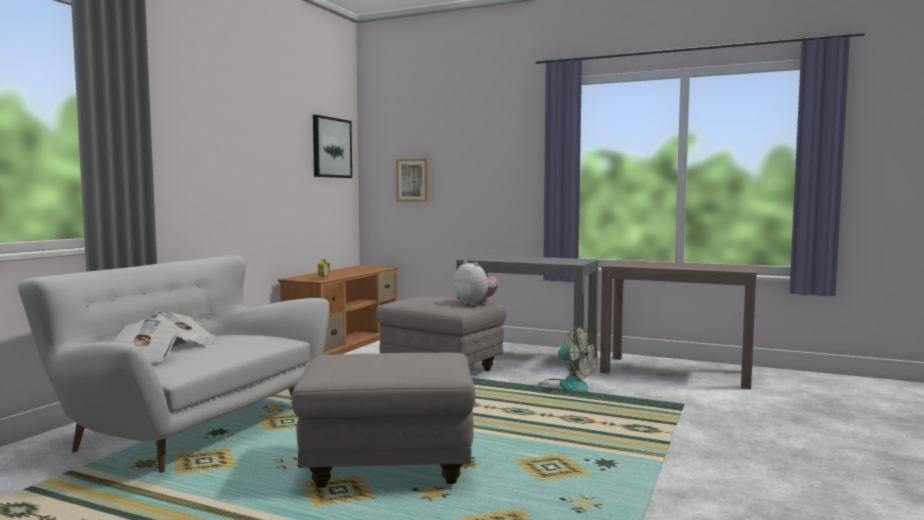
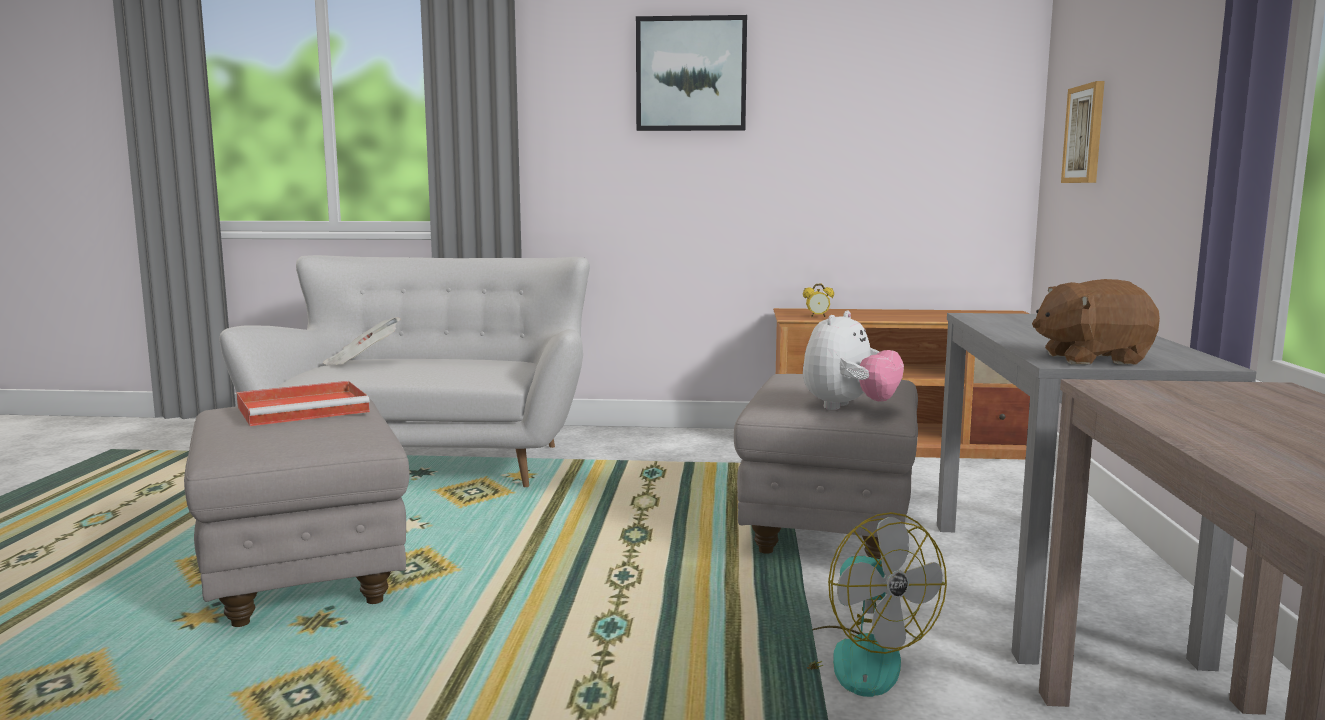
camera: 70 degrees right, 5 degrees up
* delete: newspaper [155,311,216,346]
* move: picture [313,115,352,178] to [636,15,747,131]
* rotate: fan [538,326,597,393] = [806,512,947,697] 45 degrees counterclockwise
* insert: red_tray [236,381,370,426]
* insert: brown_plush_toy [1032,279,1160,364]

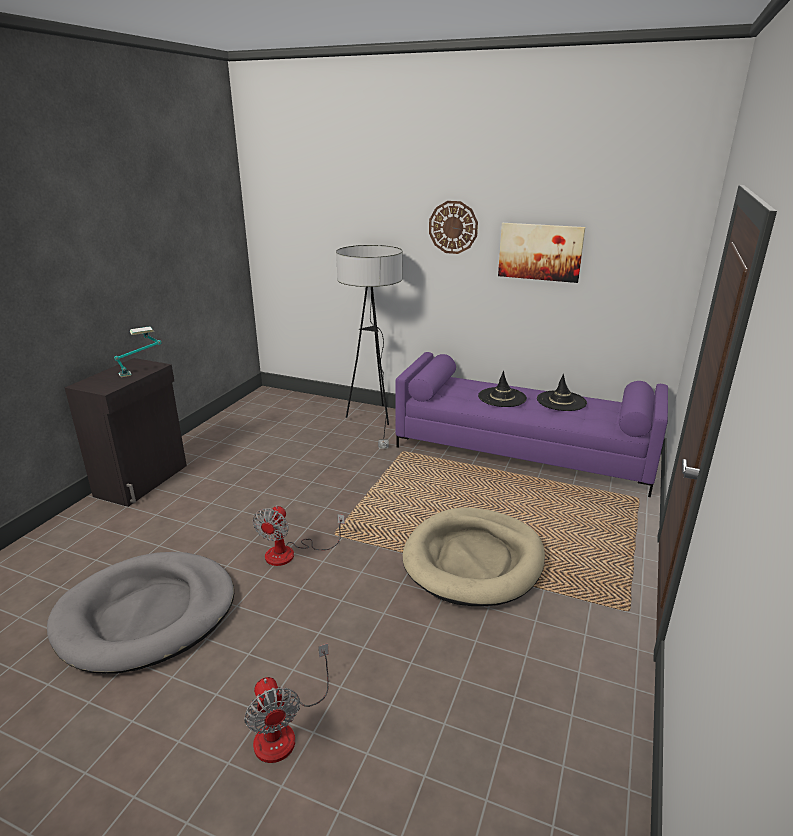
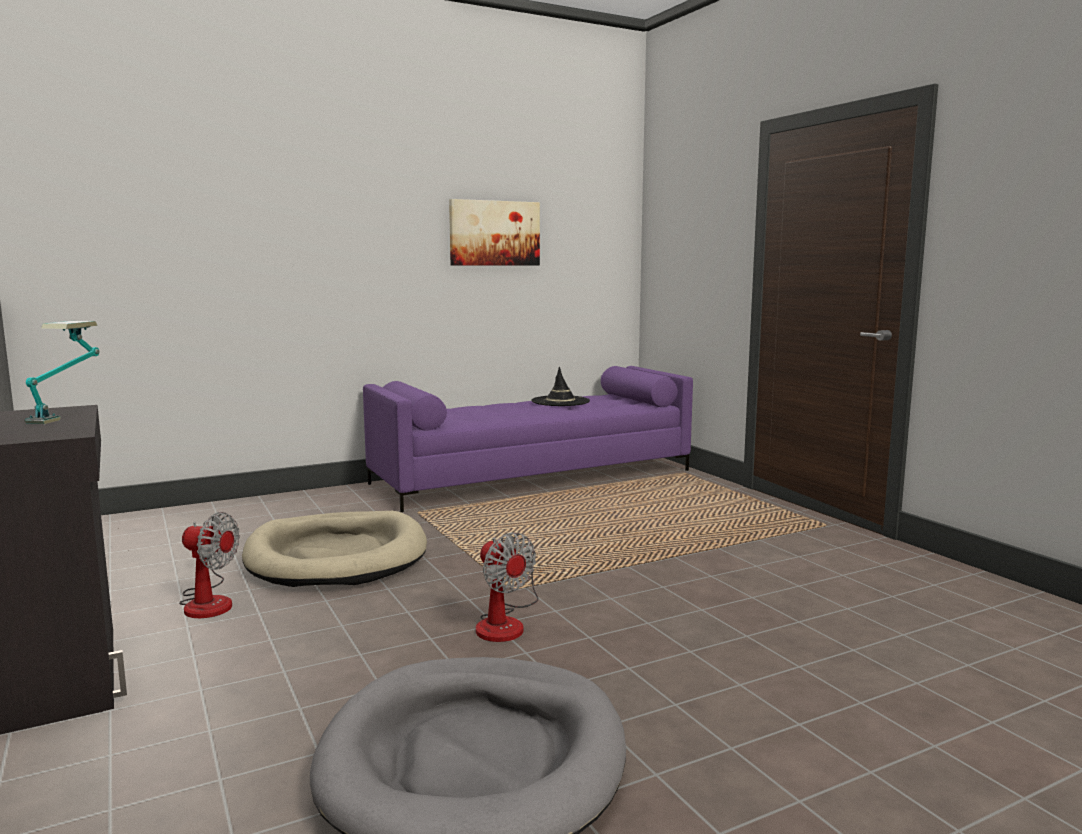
camera: 50 degrees left, 15 degrees down
* move: fan [244,643,329,763] to [179,512,240,618]
* delete: floor_lamp [336,245,402,449]
* move: beige_dog_bed [403,507,545,606] to [242,511,427,587]
* delete: wall_clock [429,201,478,254]
* delete: black_hat [478,371,527,407]

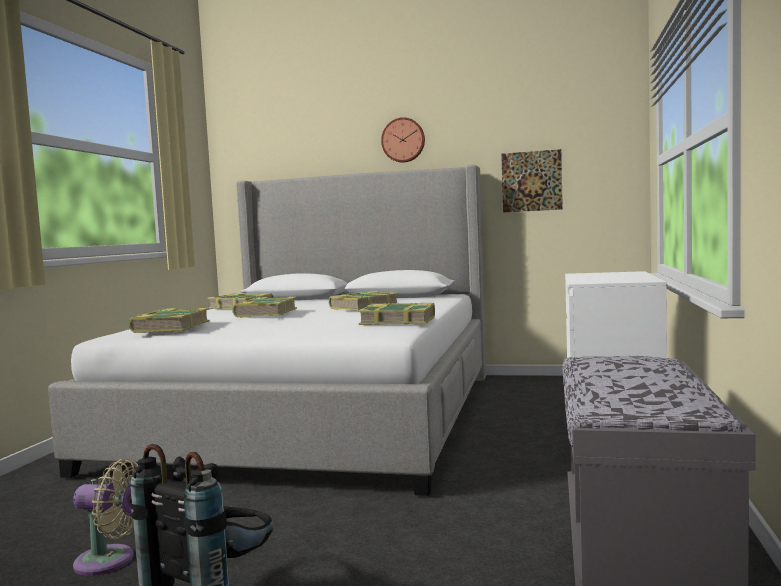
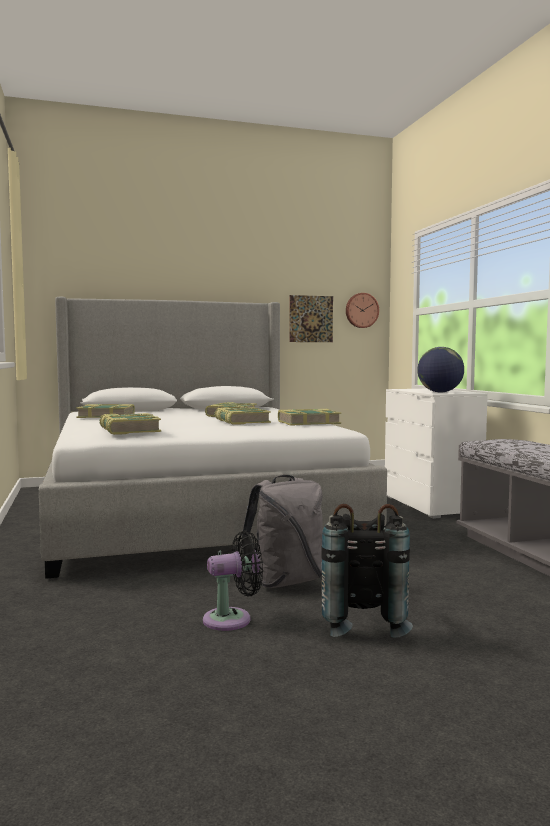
camera: 30 degrees left, 0 degrees up
* recolor: beige_fan [73,459,138,576] to black_fan [203,530,263,631]
* move: book [232,297,297,318] to [215,407,271,425]
* move: wall_clock [381,117,425,163] to [346,293,379,328]
* insert: grey_backpack [240,475,323,588]
* insert: globe [417,347,464,392]

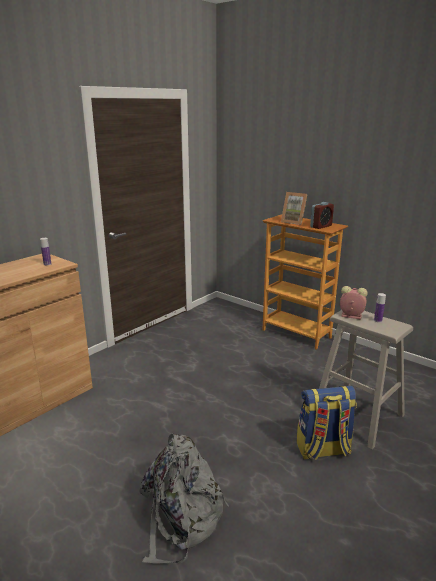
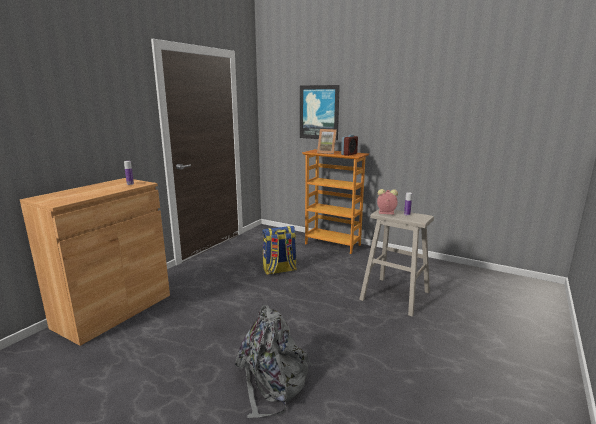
camera: 10 degrees left, 5 degrees down
* move: backpack [297,386,357,460] to [262,226,297,275]
* insert: picture [300,85,340,140]

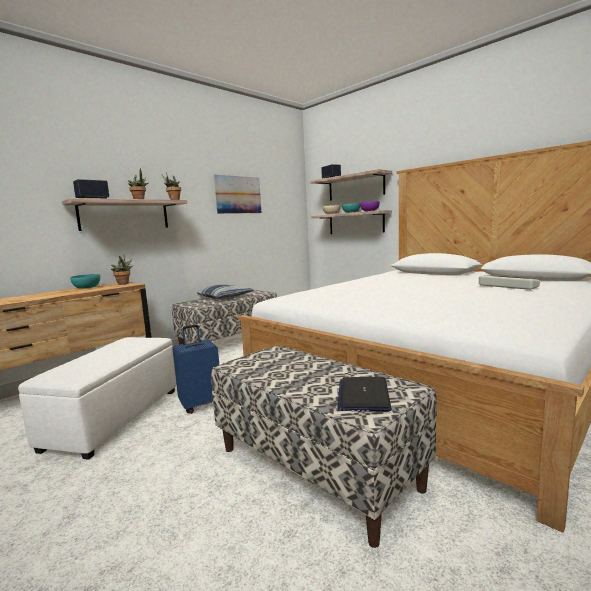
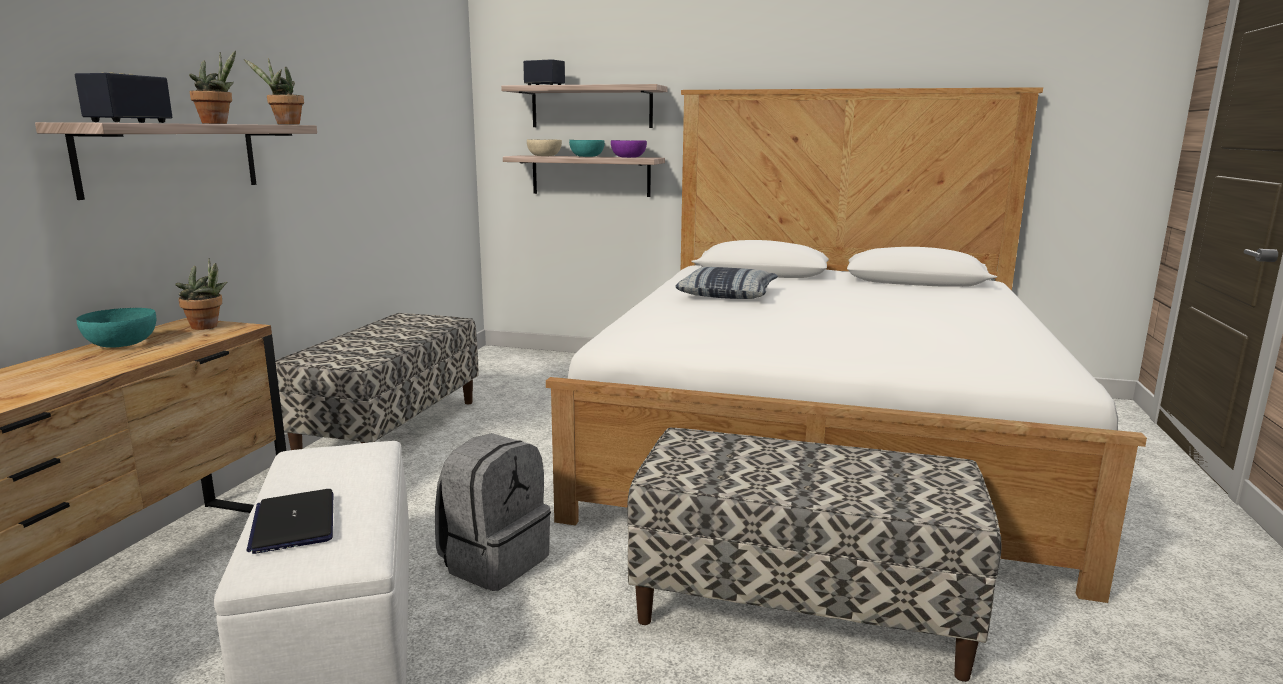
camera: 30 degrees left, 5 degrees up
* replace: blue_suitcase [172,325,219,414] to grey_backpack [435,433,551,591]
* move: pillow [197,285,254,300] to [675,267,778,299]
* delete: picture [214,175,261,214]
* move: laptop [338,377,392,412] to [247,489,333,554]
* delete: keyboard [479,275,540,290]

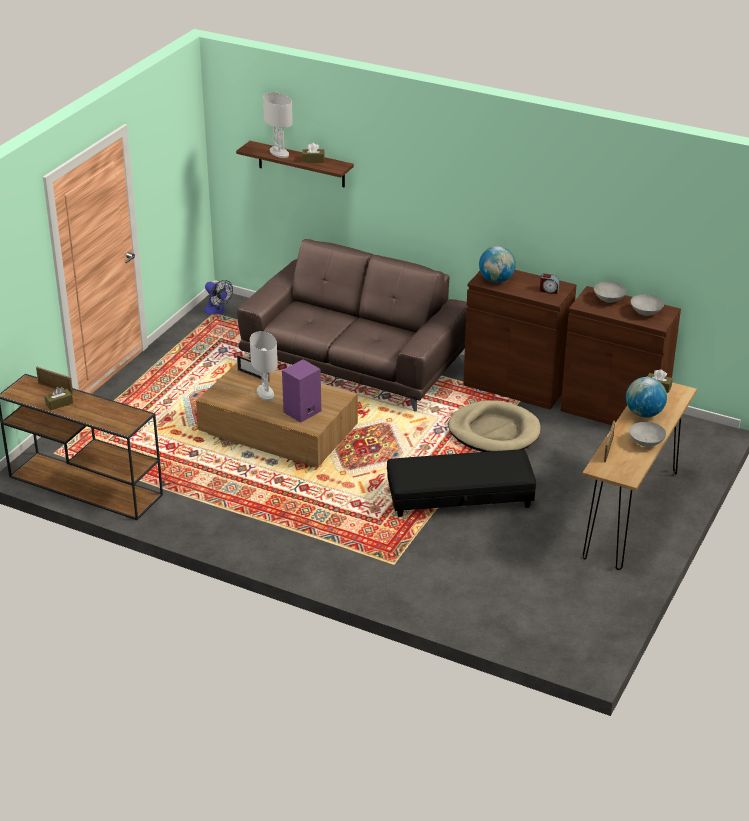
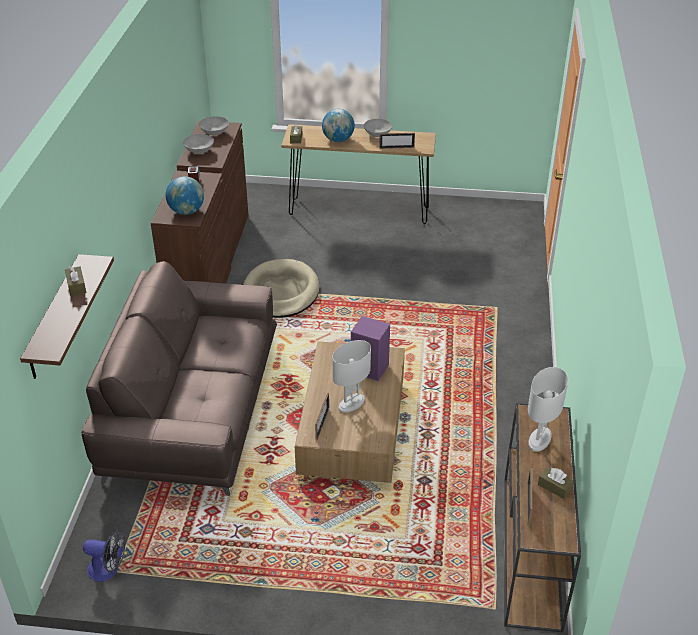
camera: 110 degrees left, 5 degrees up
* rotate: fan [204,280,233,315] = [83,530,125,582] 75 degrees clockwise
* move: white_table_lamp [263,92,293,158] to [528,367,568,452]
* delete: black_ottoman [387,450,536,517]

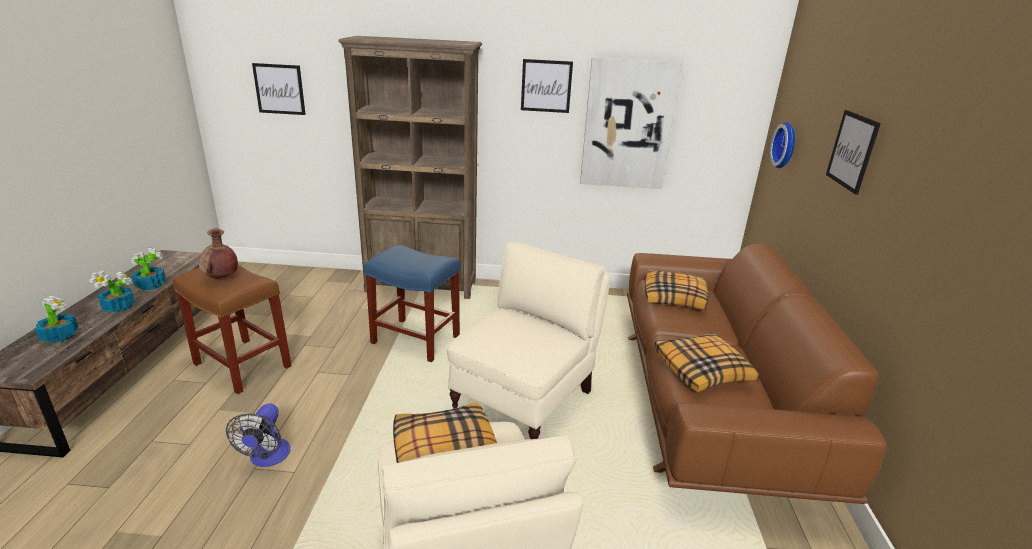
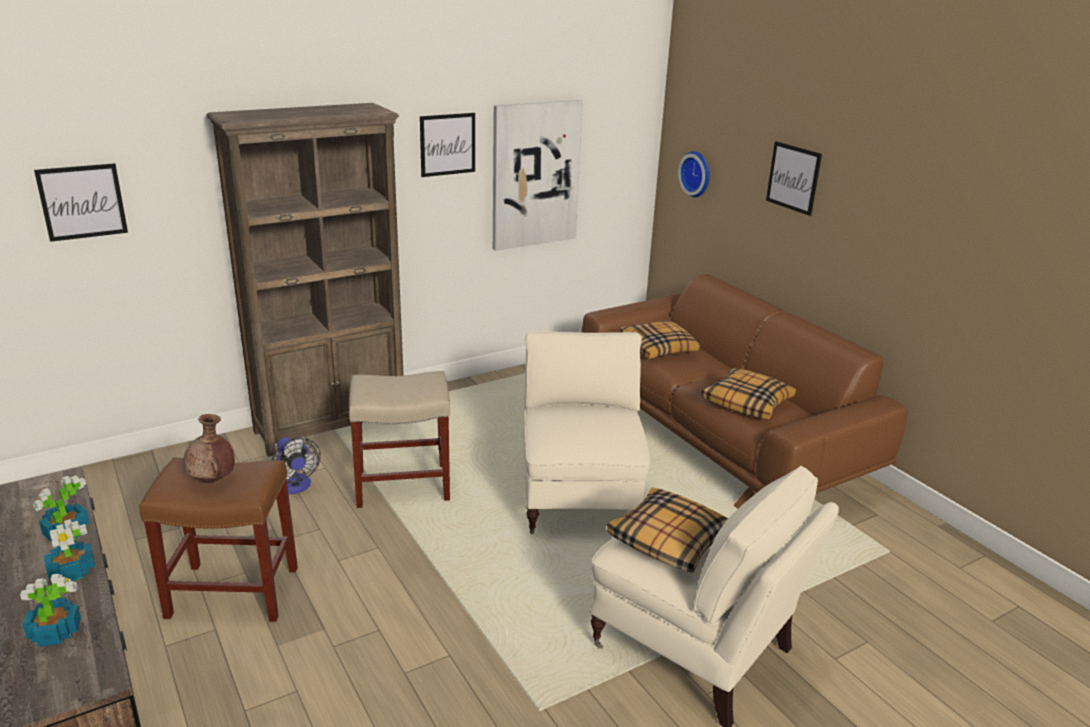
camera: 35 degrees left, 0 degrees up
* move: fan [226,403,290,467] to [271,437,321,494]
* recolor: blue_stool [364,244,461,362] to beige_stool [349,371,450,508]

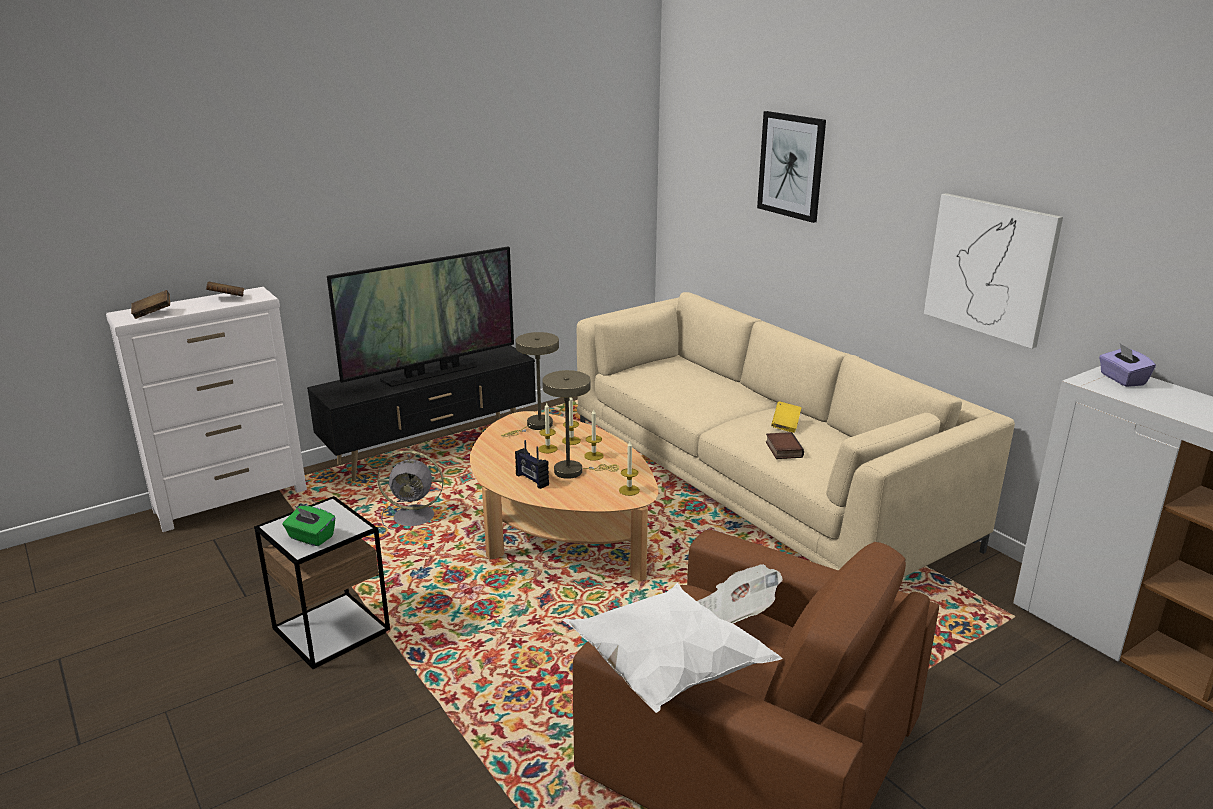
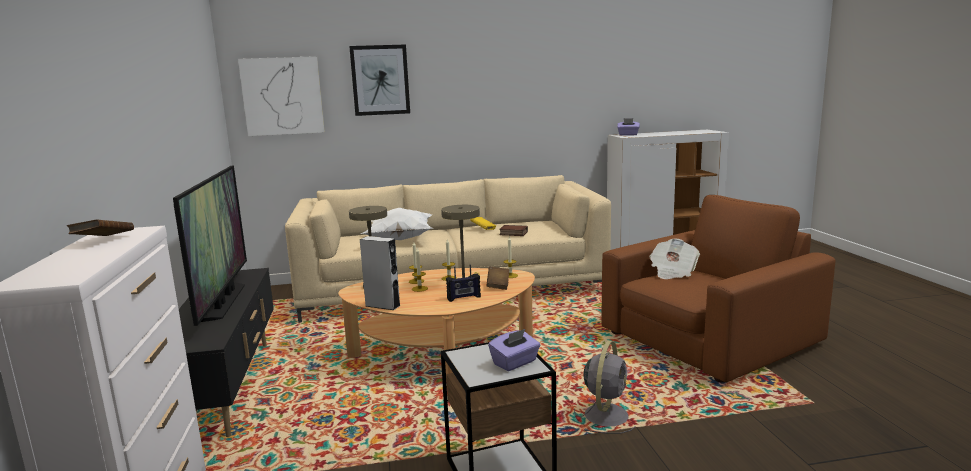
camera: 65 degrees left, 10 degrees down
* move: brown_book [131,290,170,319] to [486,267,509,290]
* recolor: green_tissue_box [283,506,335,546] to purple_tissue_box [488,329,540,371]
* move: grey_fan [377,451,444,530] to [574,340,636,434]
* move: white_pillow [563,583,782,713] to [360,208,432,240]
* move: picture [924,193,1063,349] to [238,56,325,136]
* insert: grey_speaker [360,236,400,310]

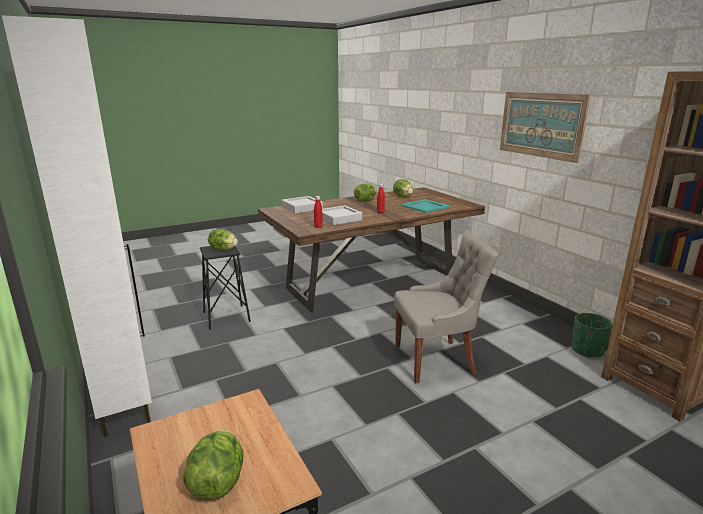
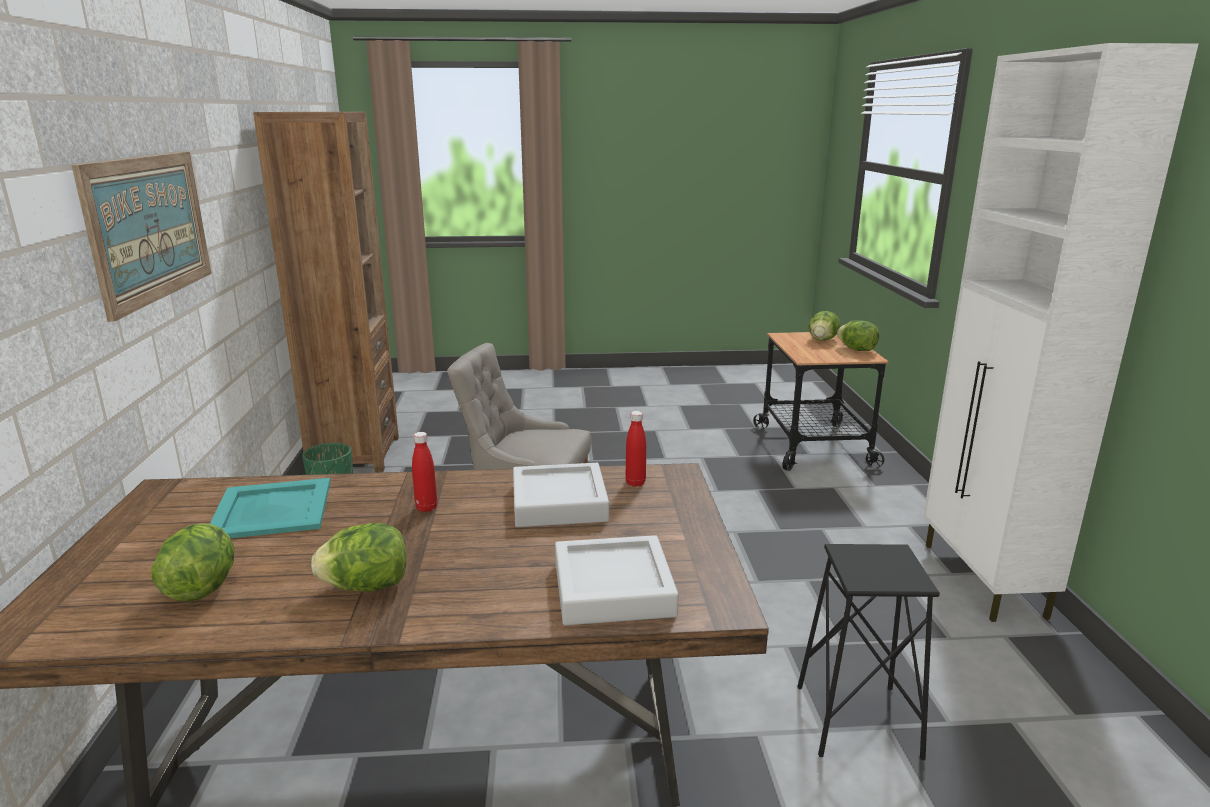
camera: 155 degrees left, 0 degrees up
* move: lettuce [208,229,238,251] to [837,320,879,351]

